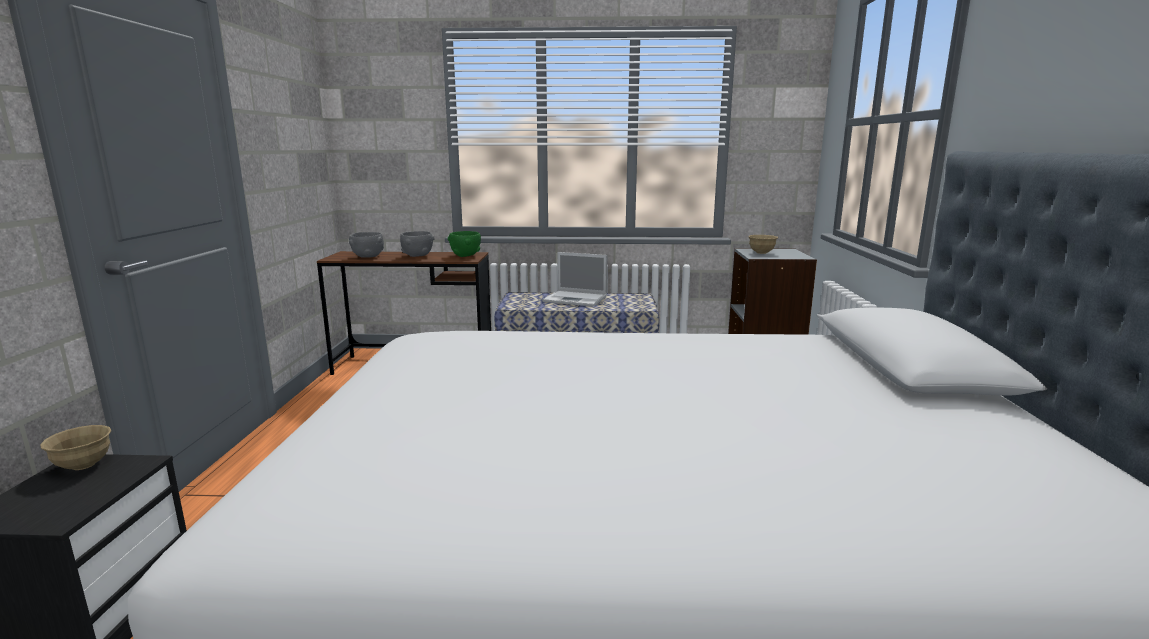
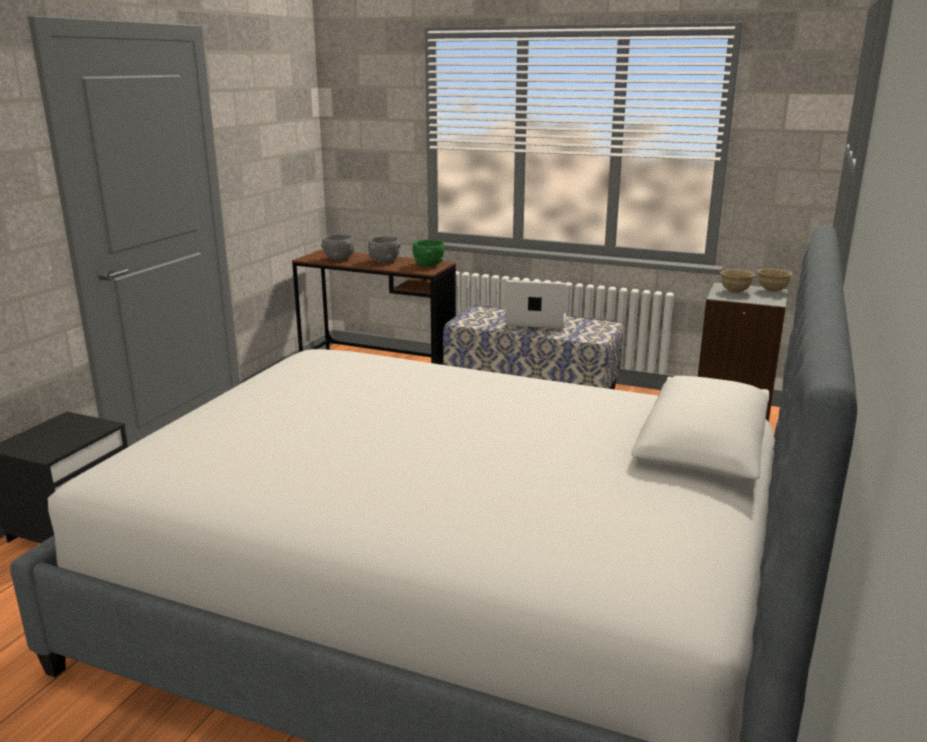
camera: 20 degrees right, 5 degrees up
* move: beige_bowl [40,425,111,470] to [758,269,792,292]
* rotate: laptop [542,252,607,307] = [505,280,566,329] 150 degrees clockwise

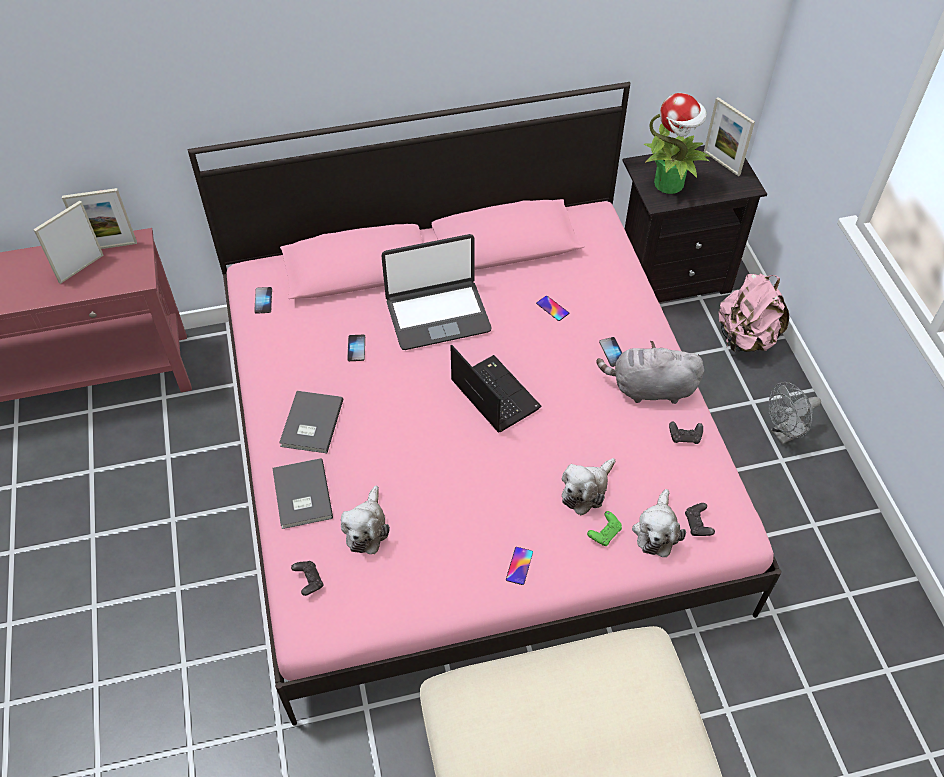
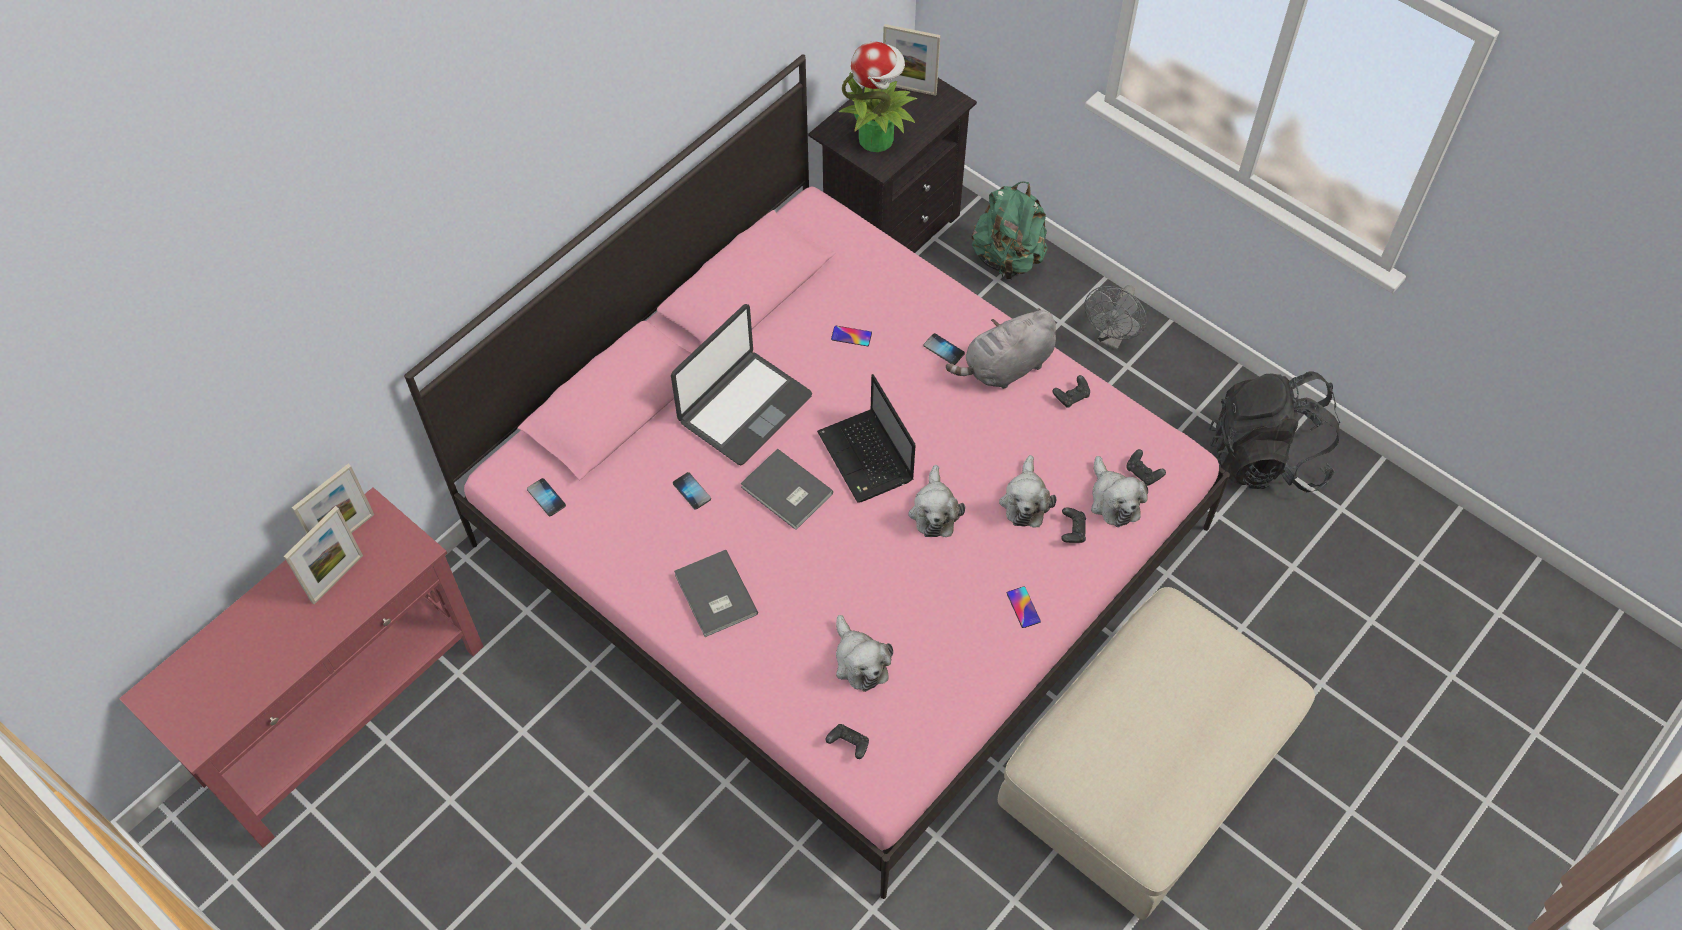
camera: 35 degrees left, 5 degrees up
* rotate: picture_frame [33,201,104,284] = [284,506,363,604] 150 degrees counterclockwise
* move: grey_book [273,458,333,529] to [741,449,833,530]
* rotate: laptop [451,345,542,432] = [817,374,916,503] 135 degrees counterclockwise
* recolor: green_game_controller [587,511,622,546] to black_game_controller [1061,507,1086,543]
* recolor: pink_backpack [719,273,789,353] to green_backpack [972,181,1048,279]
* insert: plush_toy [908,465,965,537]
* insert: black_backpack [1209,372,1340,492]

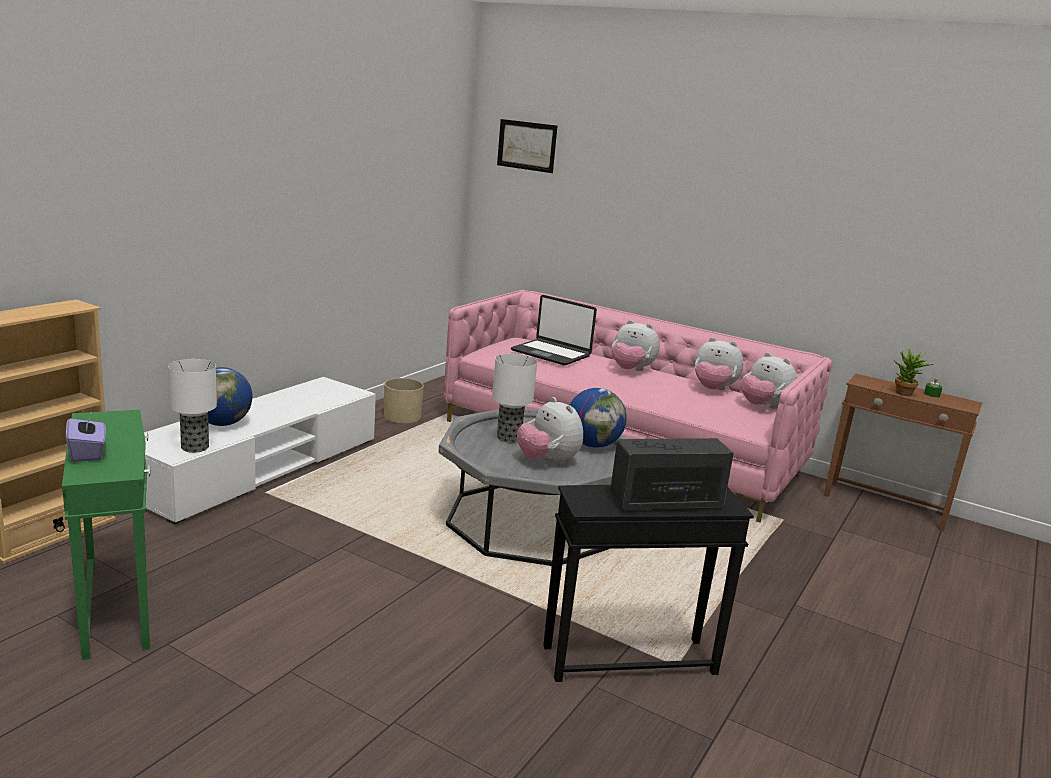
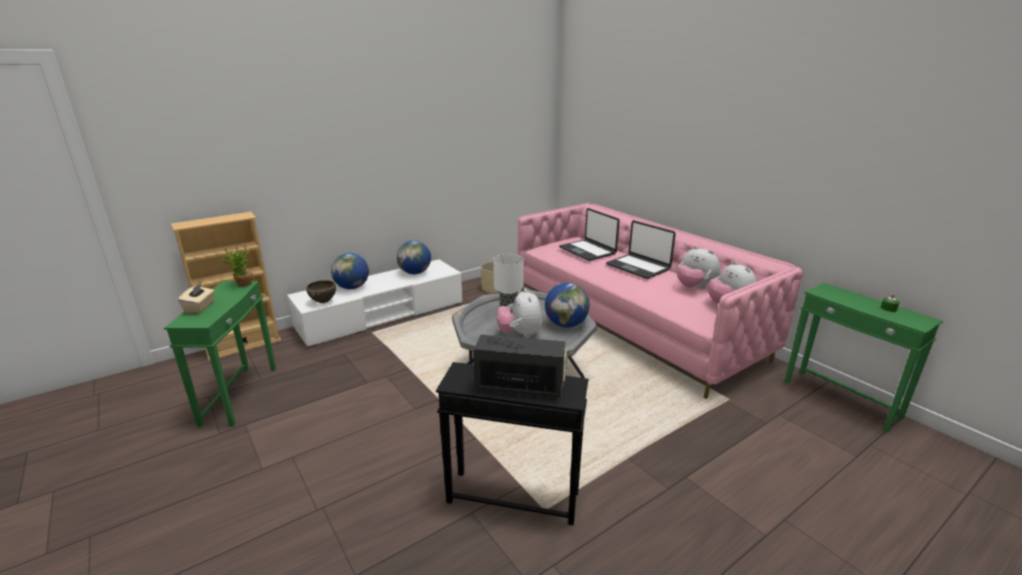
camera: 25 degrees right, 5 degrees up
* recolor: purple_tissue_box [65,414,106,462] to beige_tissue_box [178,283,214,313]
* replace: table_lamp [168,359,217,453] to brown_bowl [306,280,336,303]
* delete: picture [497,119,558,173]
* replace: plush_toy [612,320,660,371] to laptop [606,220,676,279]
* recolor: brown_side_table [824,374,982,531] to green_side_table [784,283,943,432]
* move: potted_plant [894,348,934,396] to [219,246,253,287]
* insert: globe [397,240,431,274]

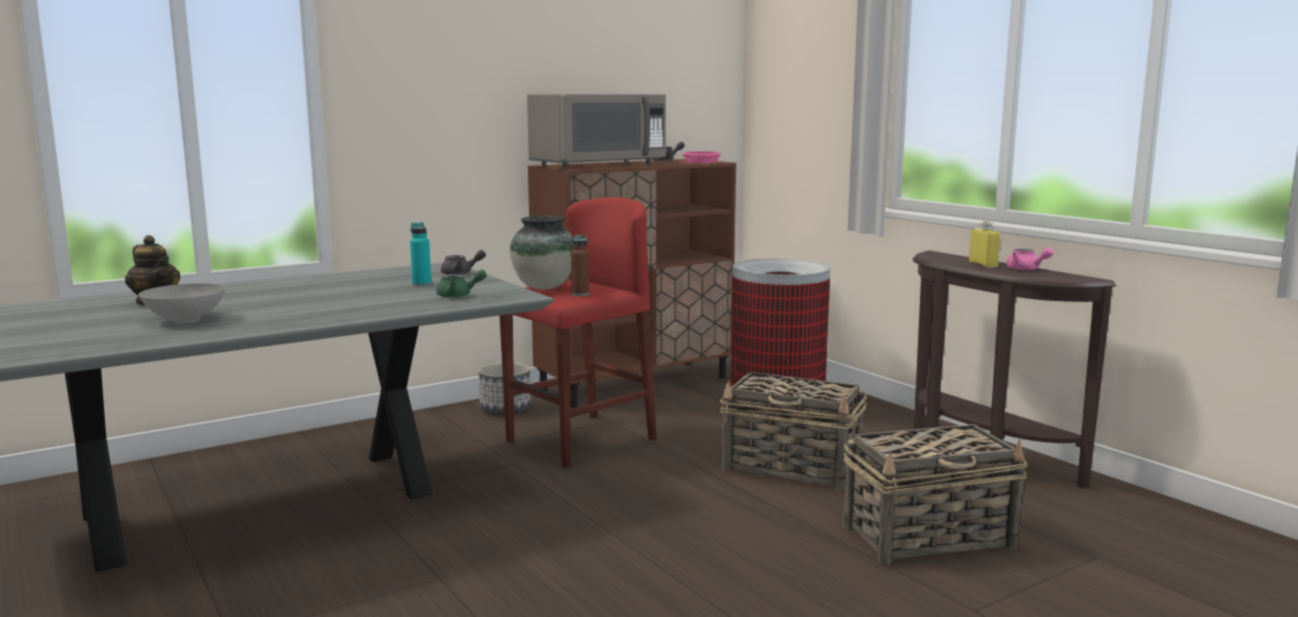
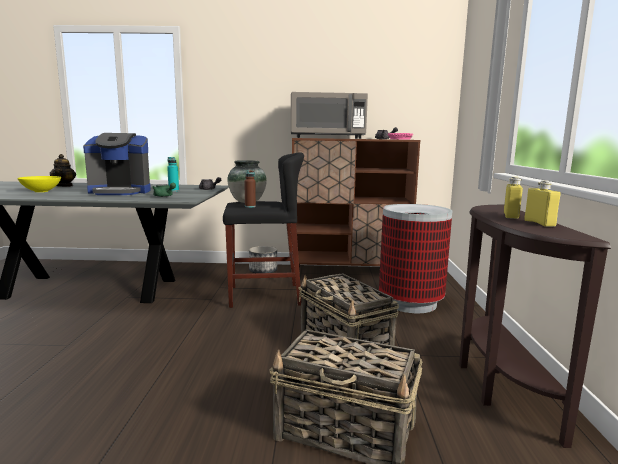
camera: 35 degrees right, 0 degrees up
* recolor: grey_bowl [139,283,225,323] to yellow_bowl [17,176,61,192]
* recolor: red_stool [500,197,656,468] to black_stool [223,152,304,308]
* replace: pink_teapot [1006,248,1054,271] to yellow_bottle [524,180,561,227]
* insert: coffee_machine [83,133,151,195]

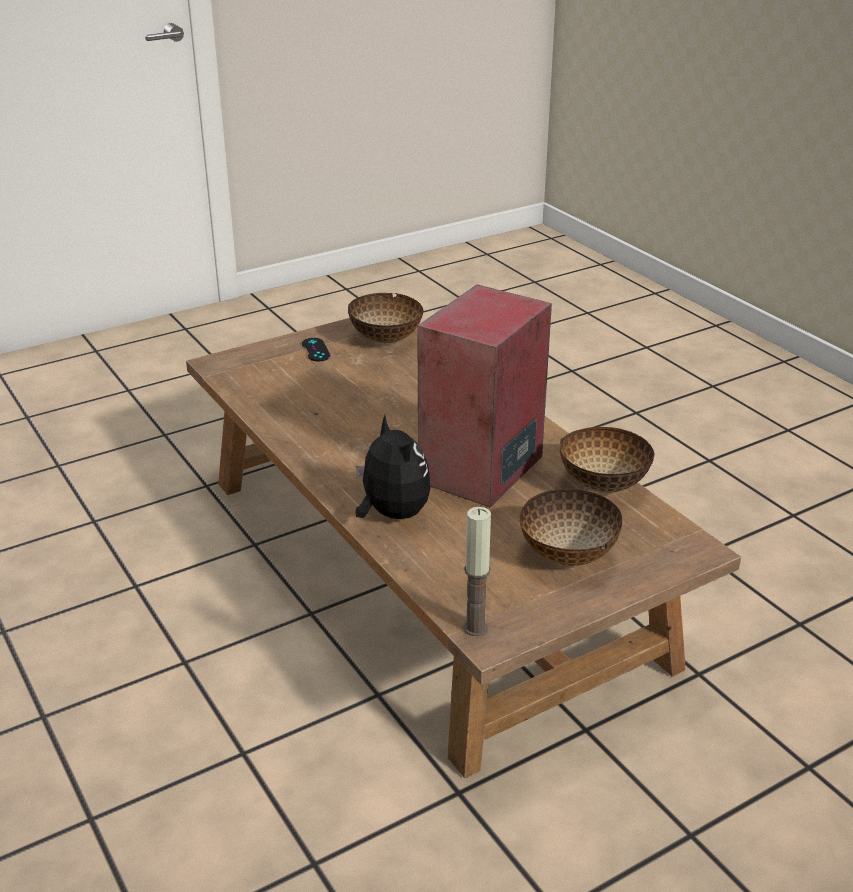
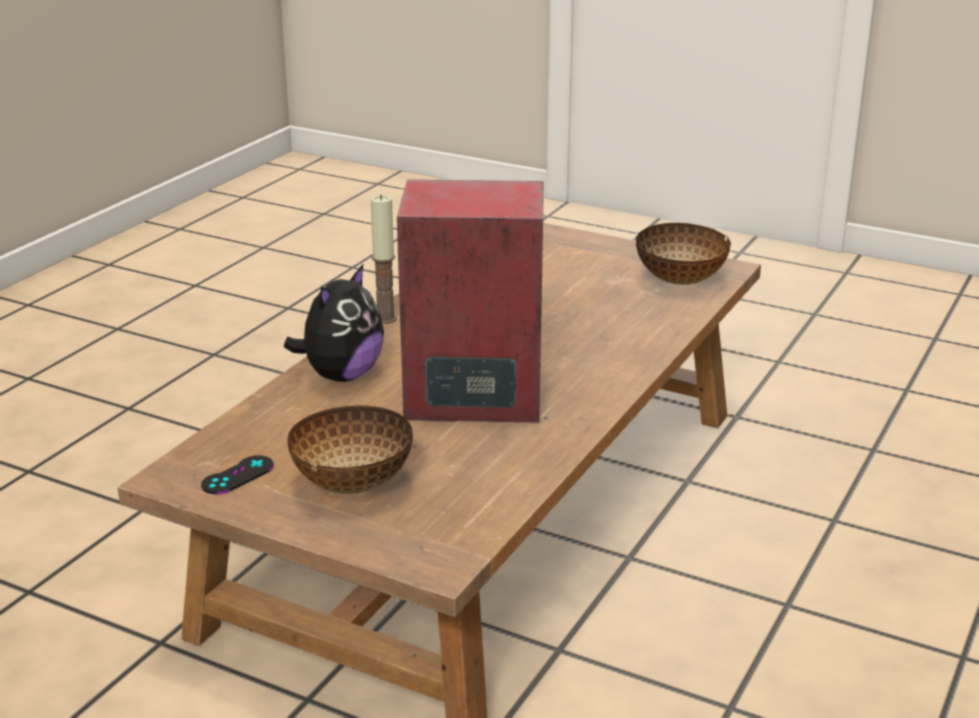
camera: 60 degrees right, 5 degrees down
* move: black_game_controller [302,338,330,361] to [201,455,274,494]
* move: candle [463,507,491,636] to [371,195,397,324]
* delete: bowl [560,427,655,493]

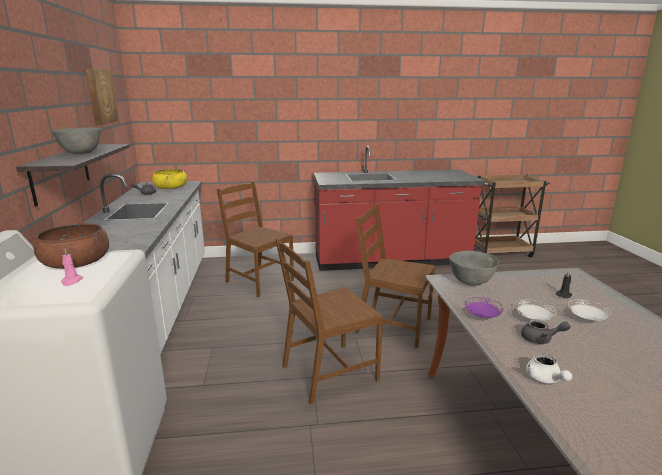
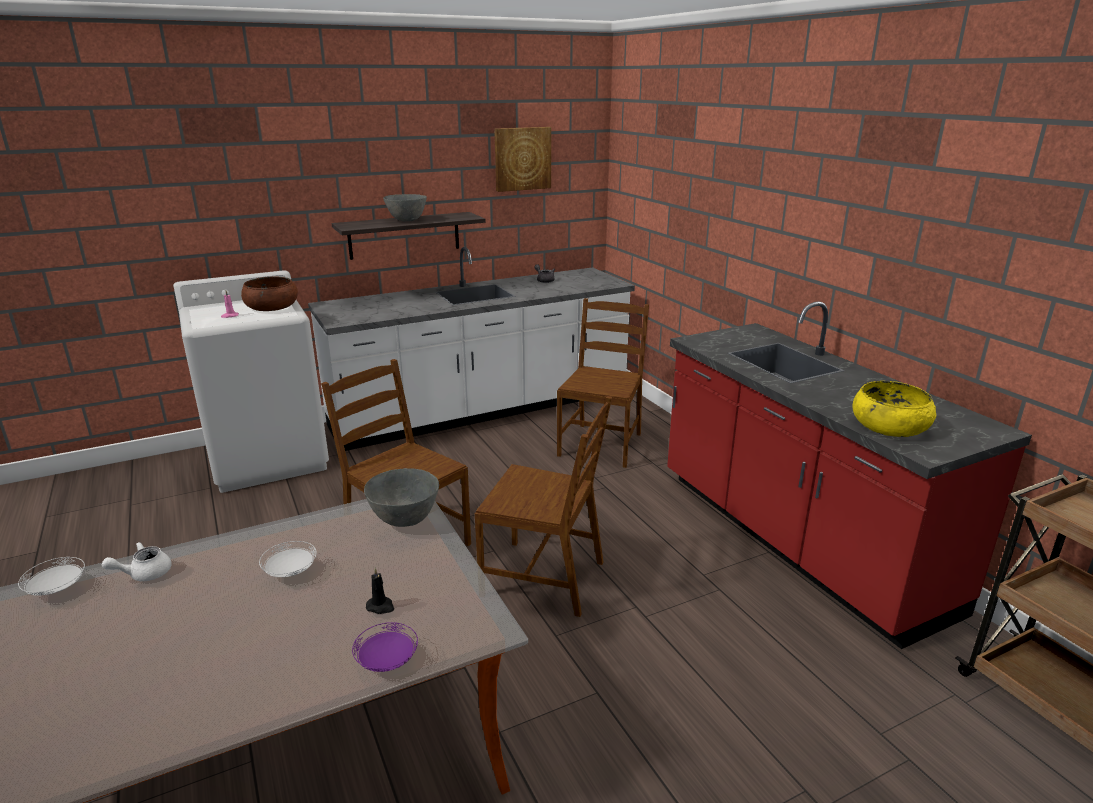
camera: 70 degrees right, 5 degrees up
* move: yellow_bowl [152,169,187,189] to [852,381,936,437]
* rotate: brown_chair [355,204,435,348] = [475,396,612,617] 105 degrees clockwise
* move: purple_plate [465,297,504,318] to [352,622,418,672]
* delete: grey_teapot [521,319,570,344]
* move: white_plate [568,299,611,321] to [18,557,85,596]

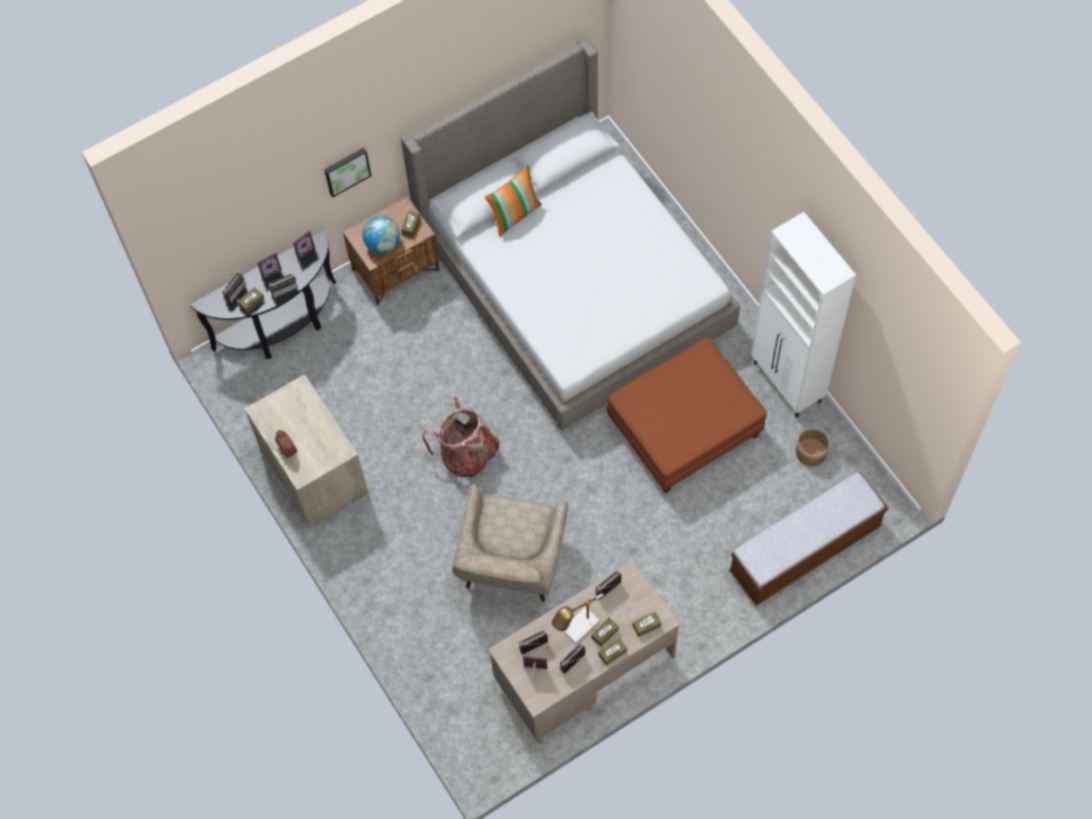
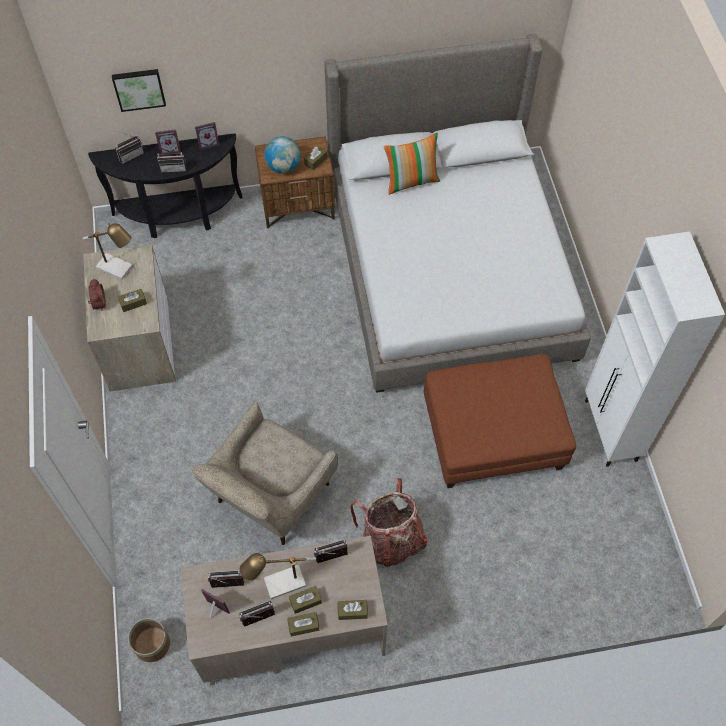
camera: 20 degrees right, 5 degrees down
* move: brown_tissue_box [238,287,264,314] to [118,289,147,312]
* move: picture [324,148,371,197] to [112,69,166,112]
* move: backpack [423,397,499,478] to [350,478,428,567]
* delete: bench [729,472,888,606]
* move: planter [796,427,830,466] to [128,618,170,662]
* insert: table_lamp [83,223,133,280]

